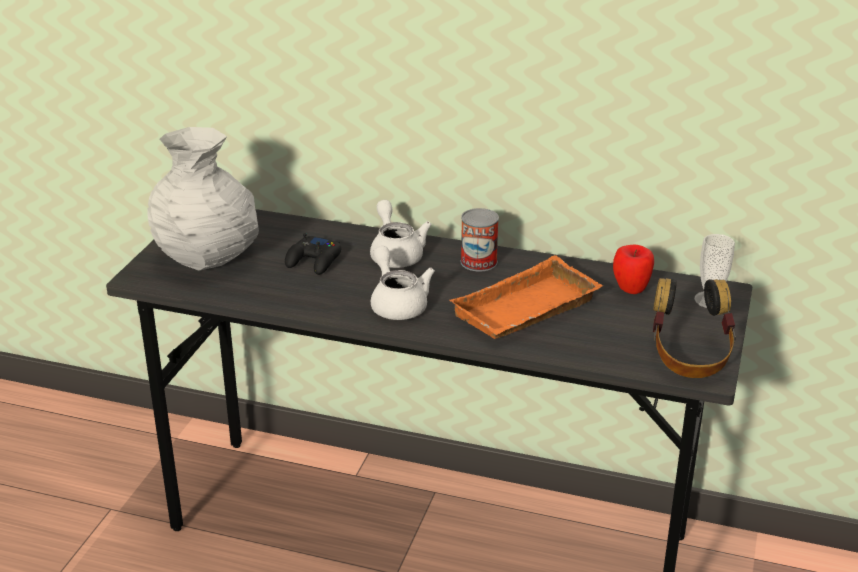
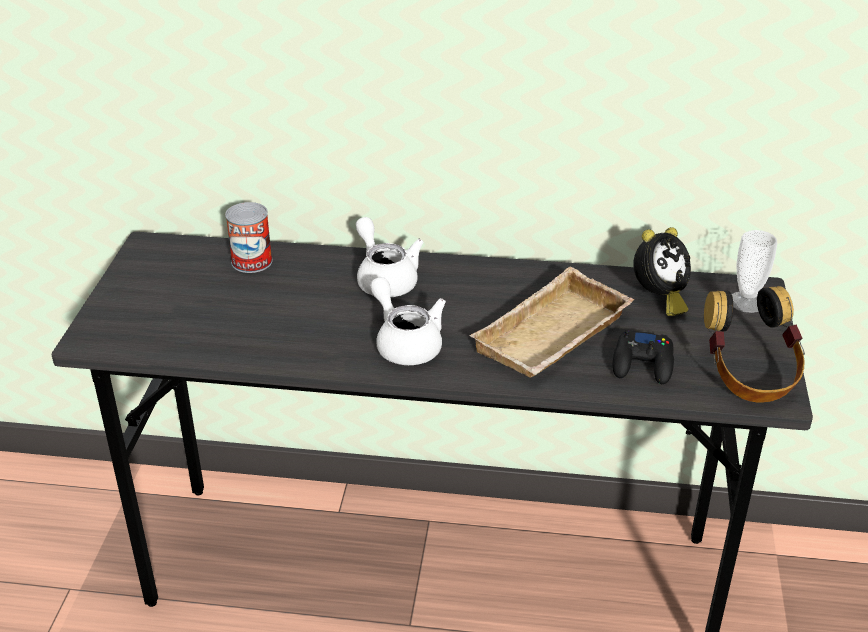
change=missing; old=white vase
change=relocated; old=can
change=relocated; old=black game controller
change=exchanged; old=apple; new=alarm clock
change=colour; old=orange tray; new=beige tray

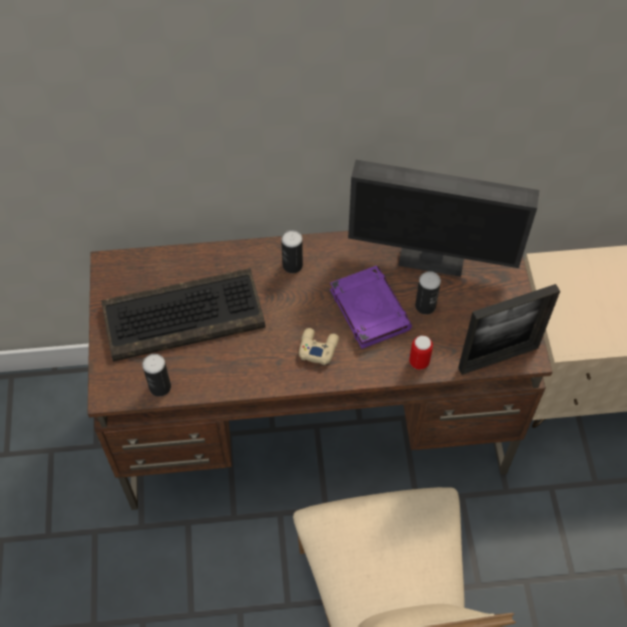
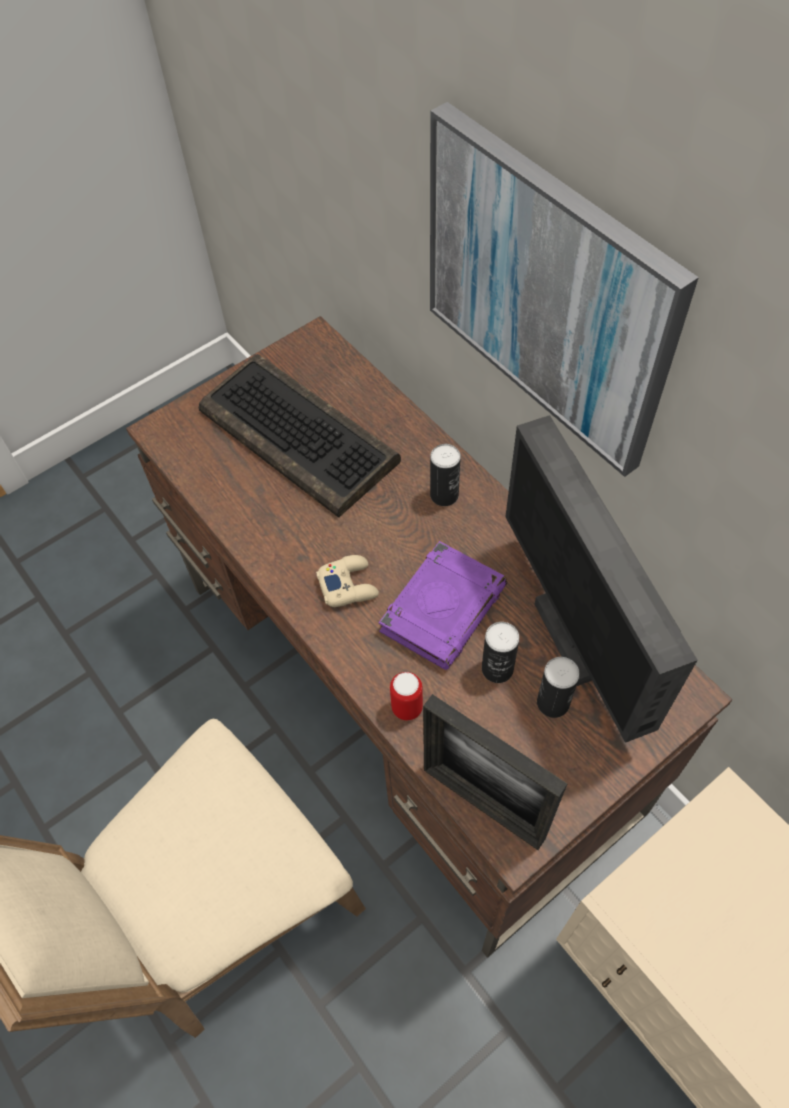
change=relocated; old=can (no. 1 from left in the first image); new=can (no. 4 from left)
change=appeared; new=picture

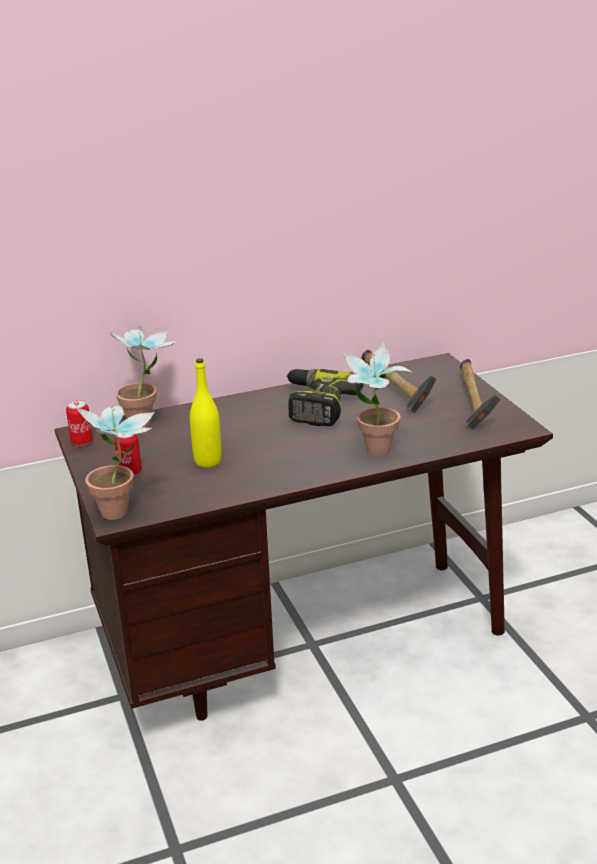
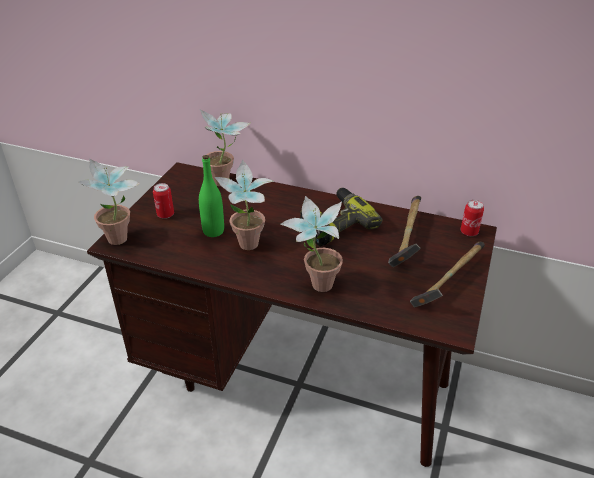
change=colour; old=yellow bottle; new=green bottle
change=relocated; old=can (no. 1 from left in the first image); new=can (no. 2 from left)
change=appeared; new=potted plant (no. 3 from left)

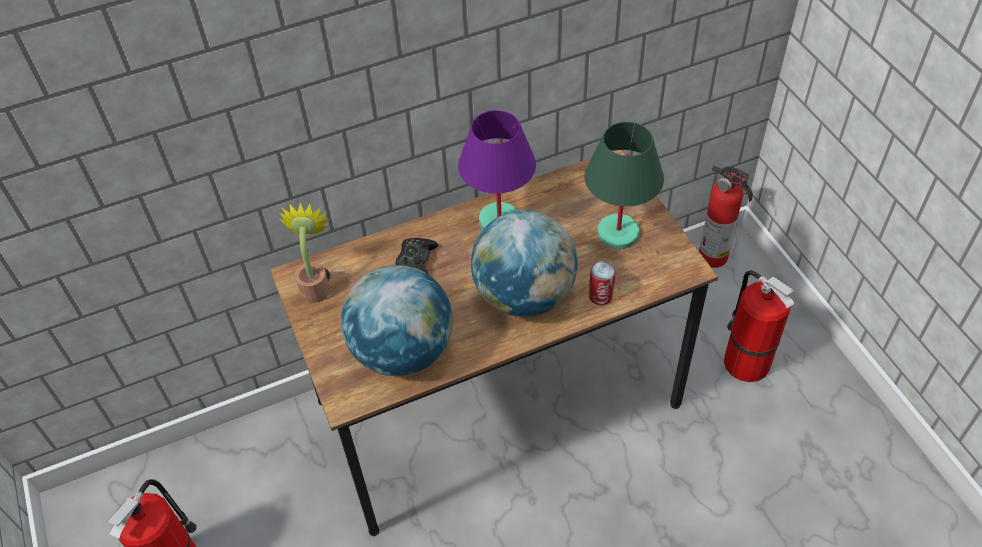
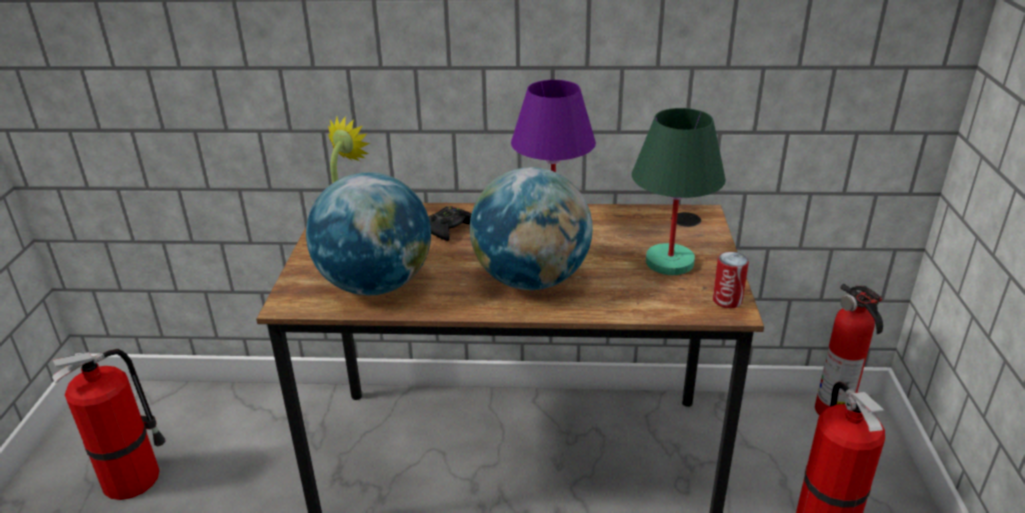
change=relocated; old=can

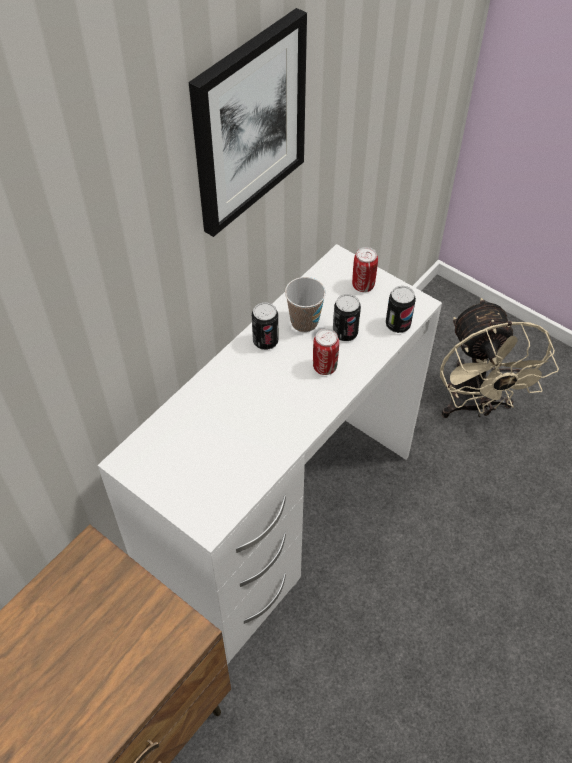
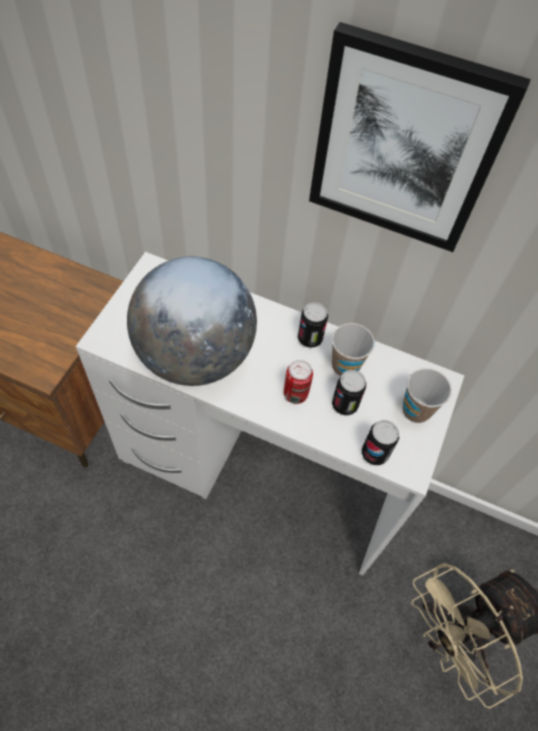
change=exchanged; old=can (no. 4 from left); new=cup (no. 2 from left)
change=appeared; new=globe

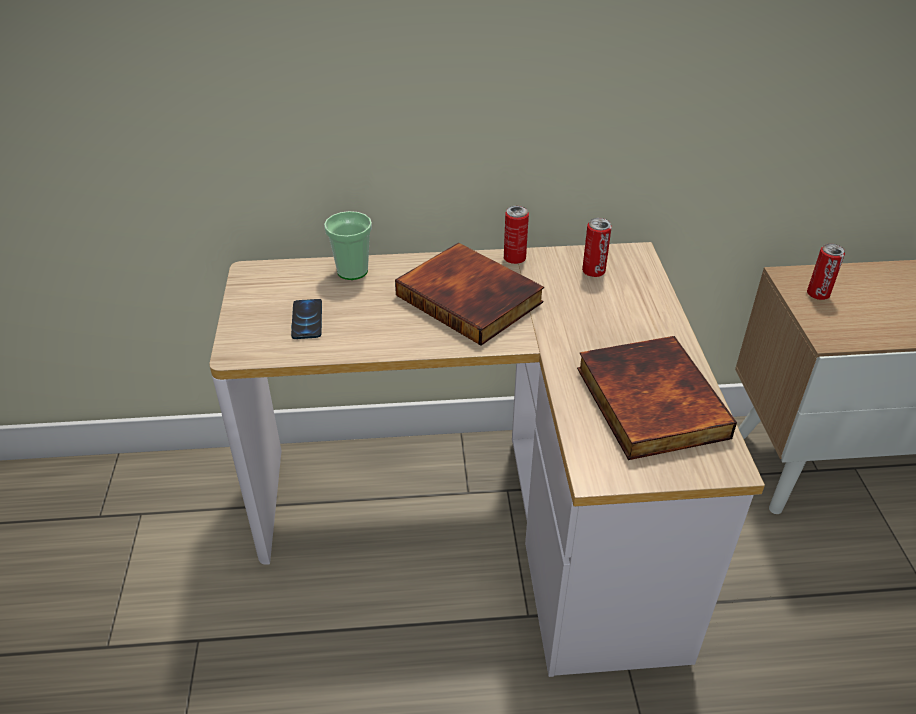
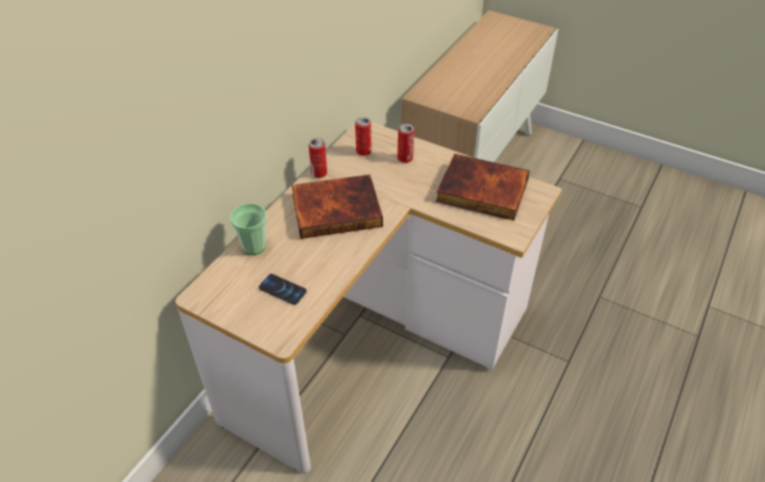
change=relocated; old=can (no. 3 from left)

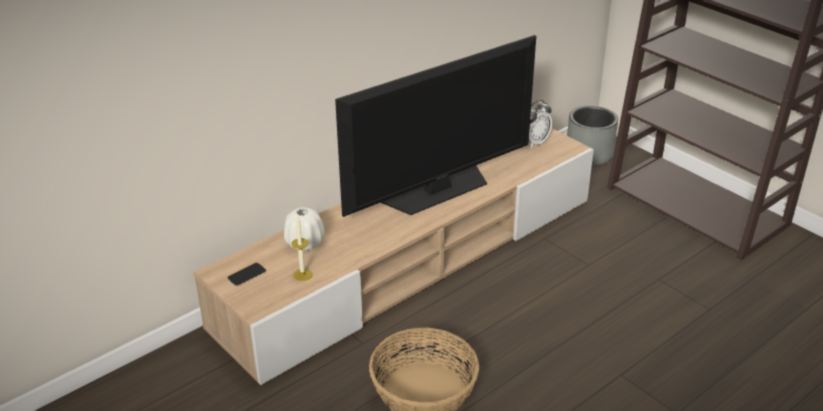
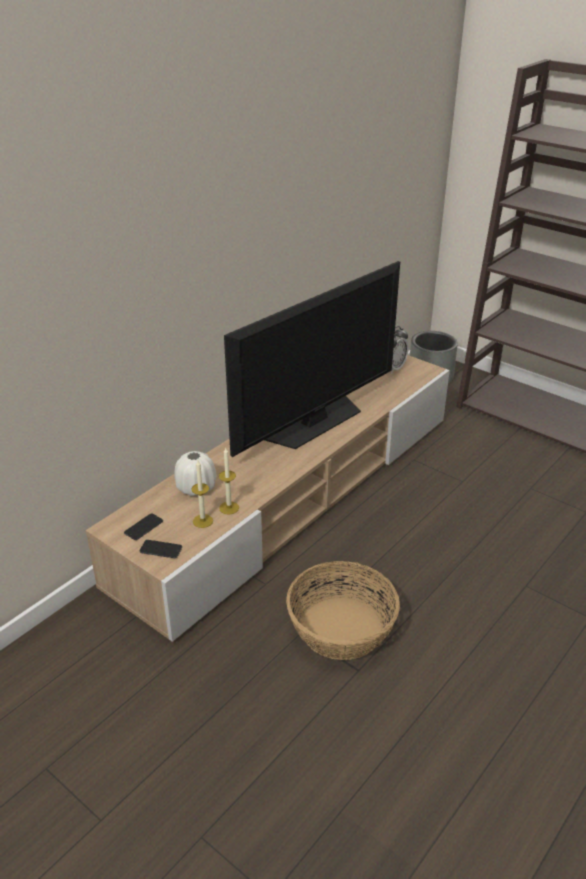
change=appeared; new=candle (no. 2 from left)
change=appeared; new=phone (no. 2 from left)

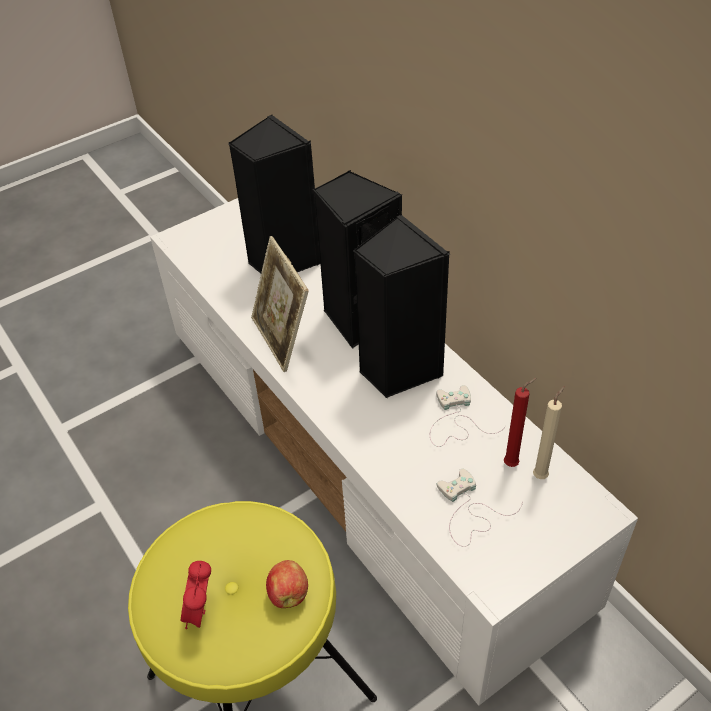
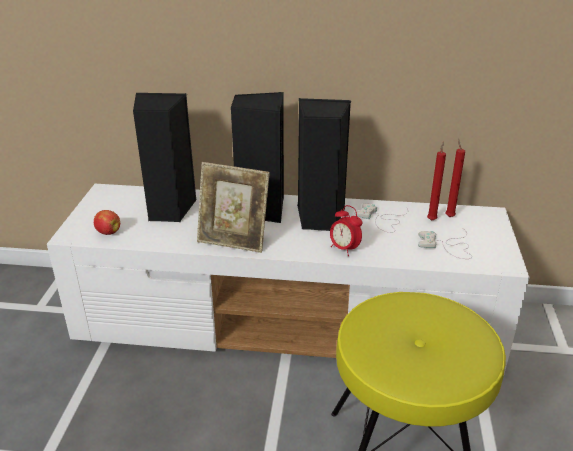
change=colour; old=beige candle; new=red candle (no. 2 from left)
change=relocated; old=apple
change=relocated; old=alarm clock

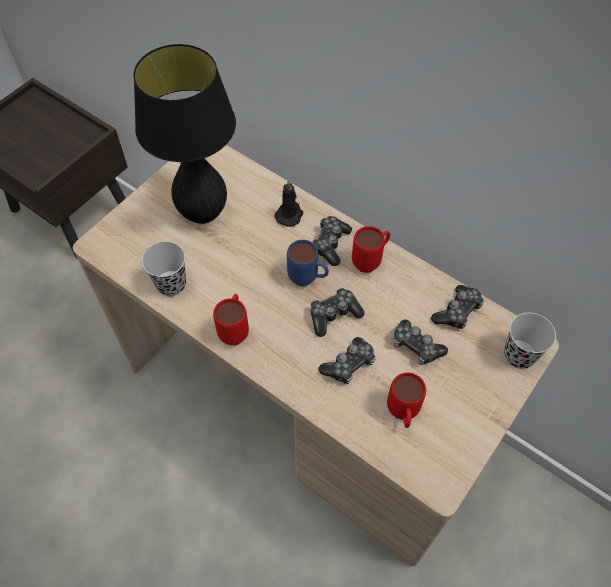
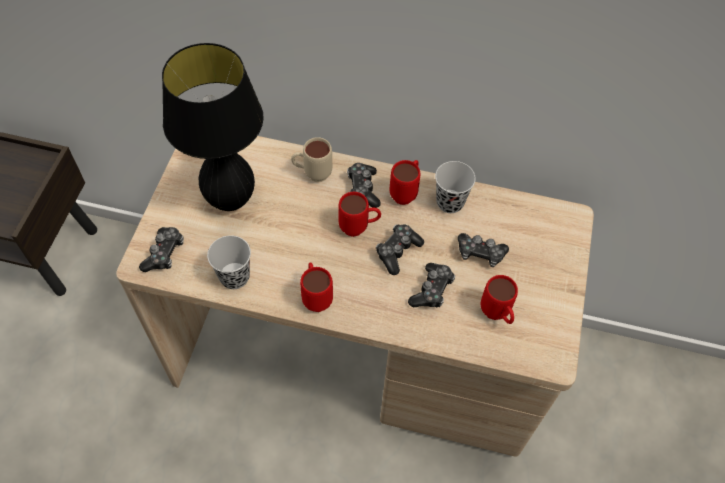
change=exchanged; old=black candle; new=beige mug
change=colour; old=blue mug; new=red mug (no. 2 from left)
change=relocated; old=game controller (no. 5 from left in the first image); new=game controller (no. 1 from left)
change=relocated; old=black cup (no. 2 from left)

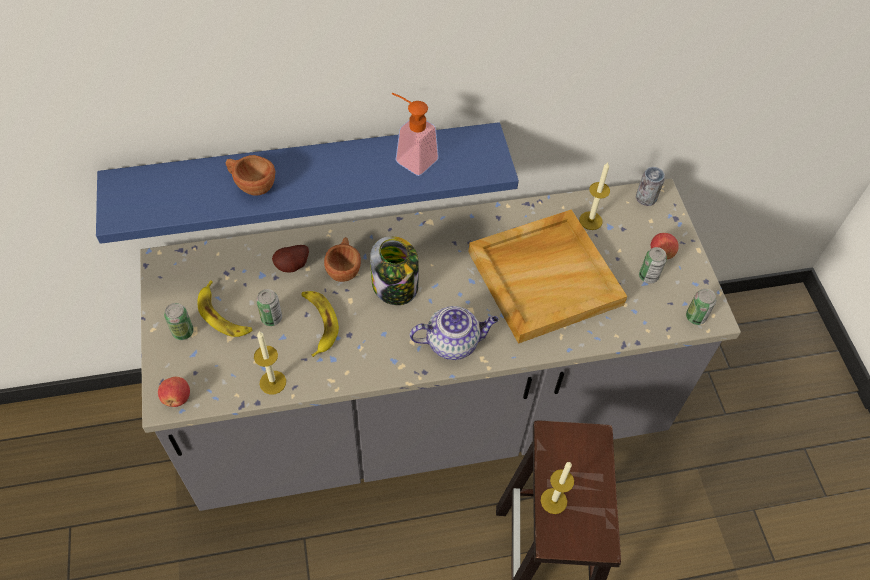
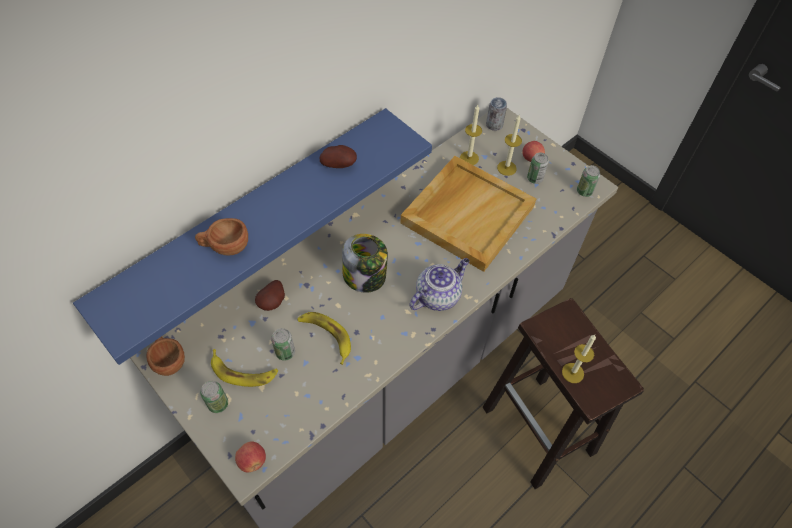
change=exchanged; old=soap dispenser; new=potato (no. 2 from left)
change=relocated; old=brown cup (no. 2 from left in the first image); new=brown cup (no. 1 from left)
change=relocated; old=candle (no. 1 from left in the first image); new=candle (no. 2 from left)

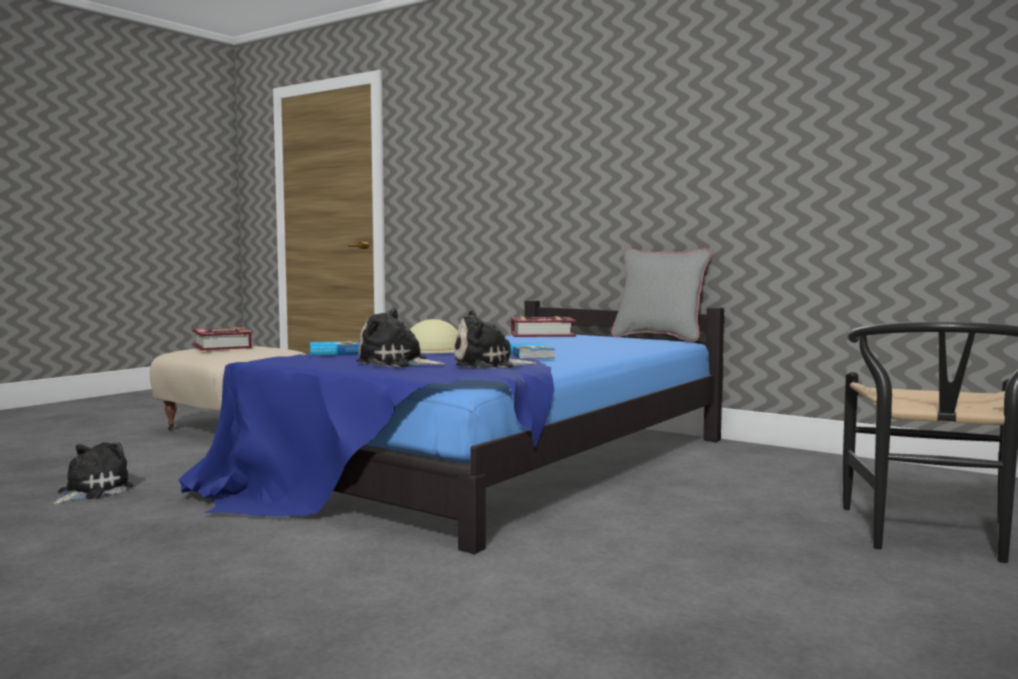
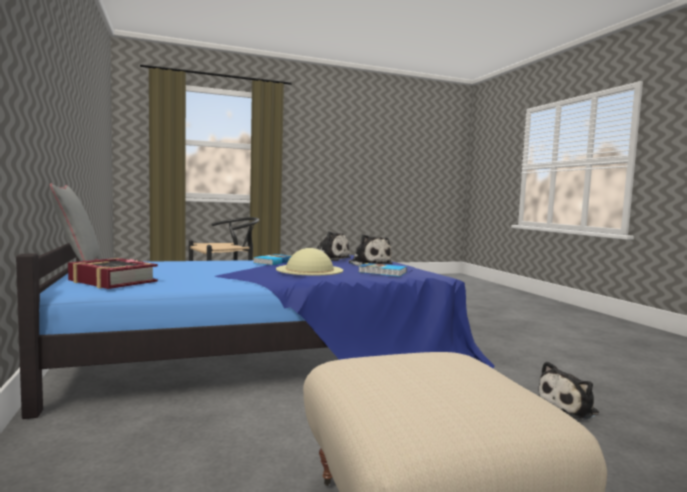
change=missing; old=book (no. 1 from left)

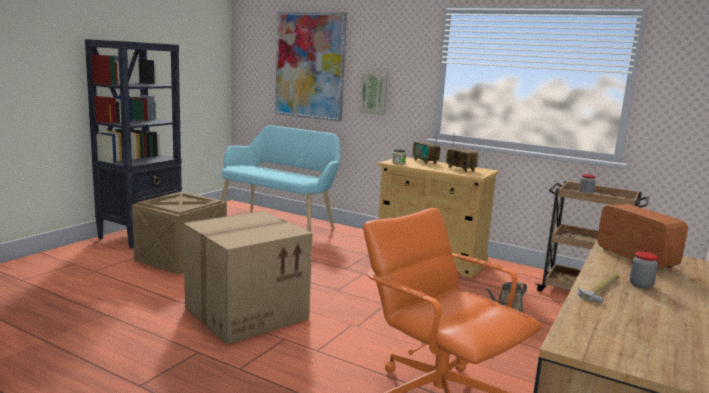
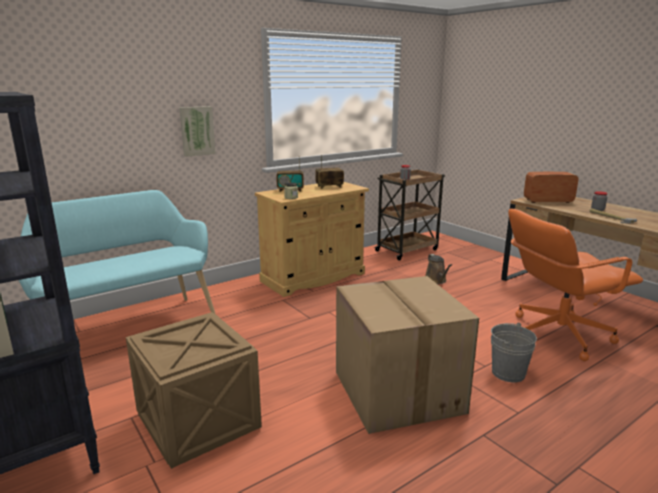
change=missing; old=picture (no. 1 from left)
change=appeared; new=grey bucket

